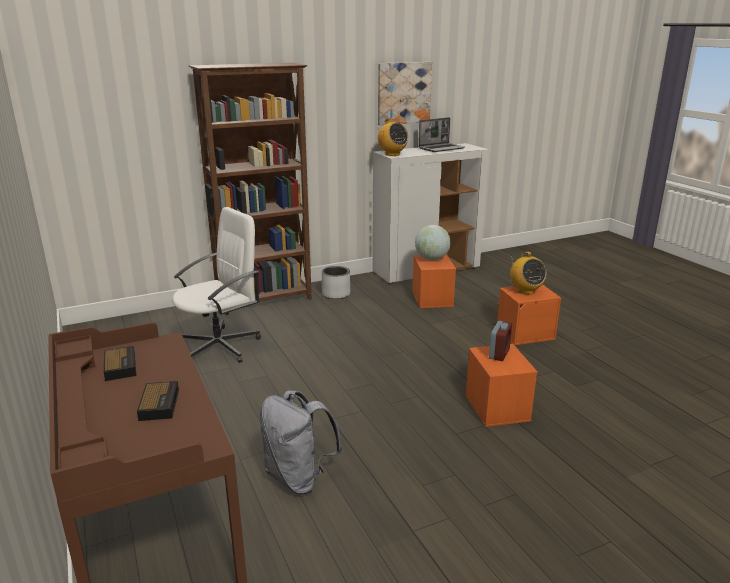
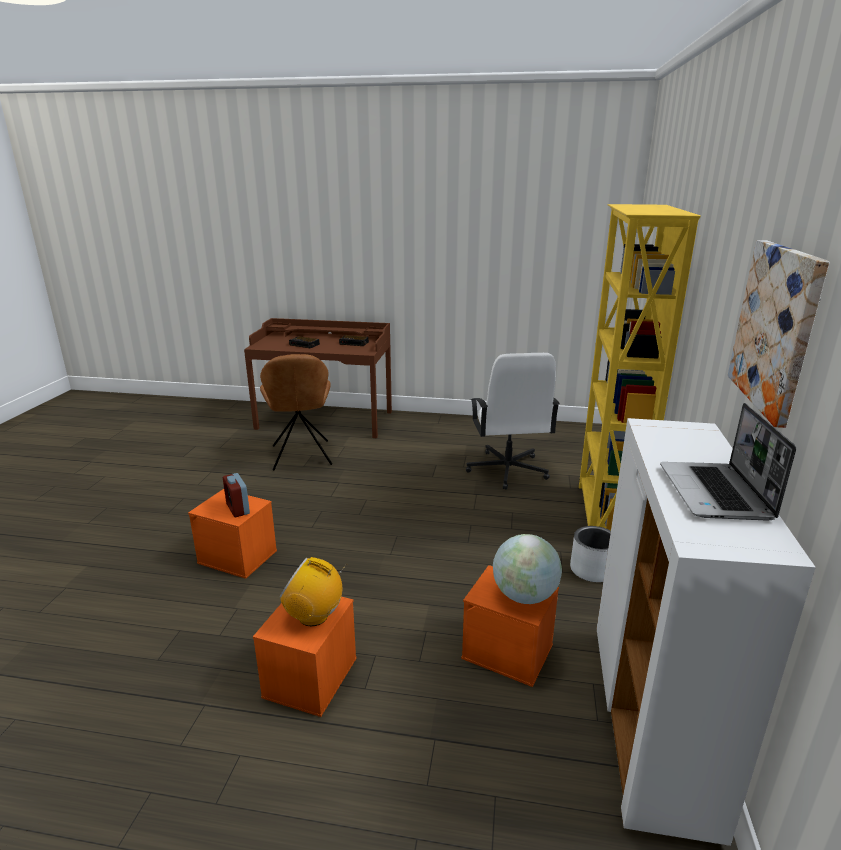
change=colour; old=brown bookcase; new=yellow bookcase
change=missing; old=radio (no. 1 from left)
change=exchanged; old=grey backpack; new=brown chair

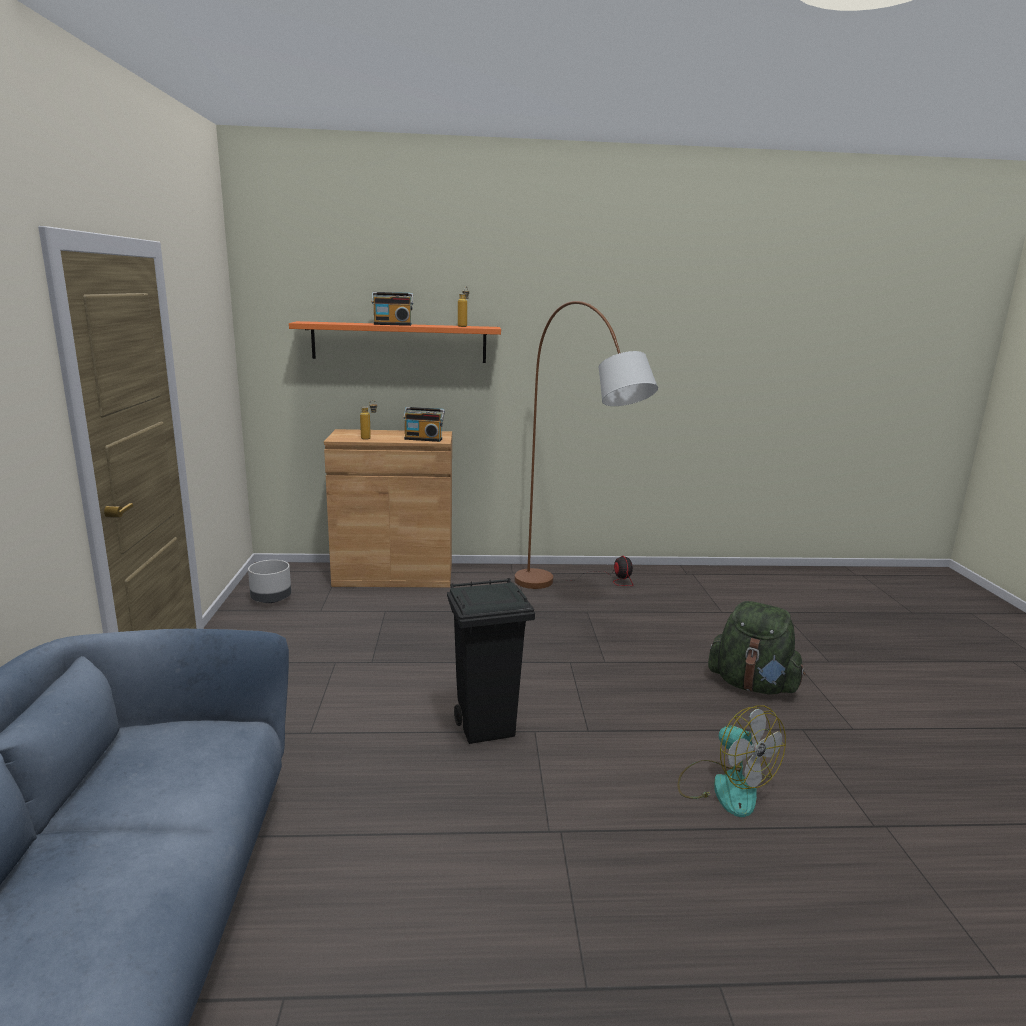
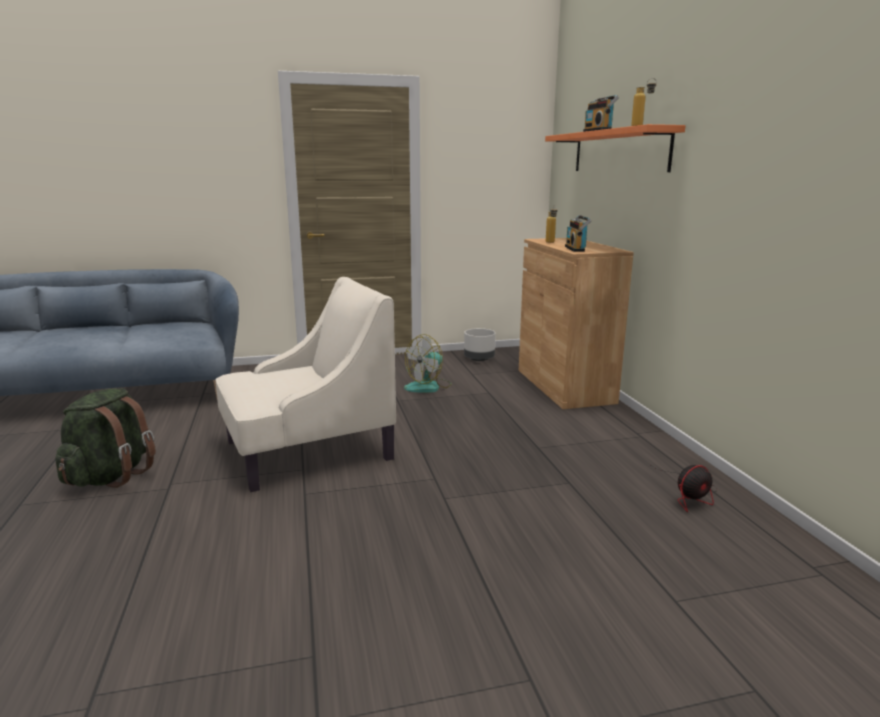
change=missing; old=brown floor lamp
change=exchanged; old=black trash can; new=beige armchair
change=relocated; old=green backpack
change=relocated; old=fan (no. 2 from left in the first image); new=fan (no. 1 from left)

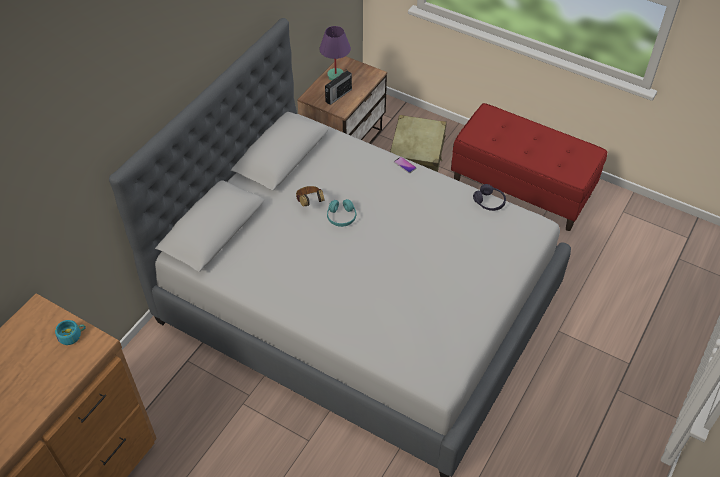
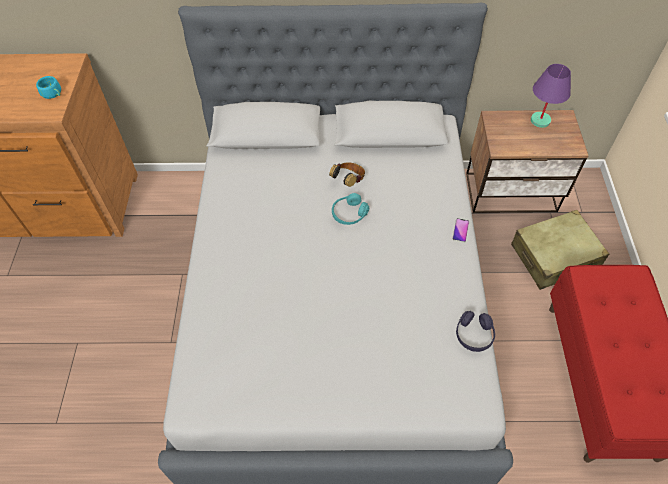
change=missing; old=radio

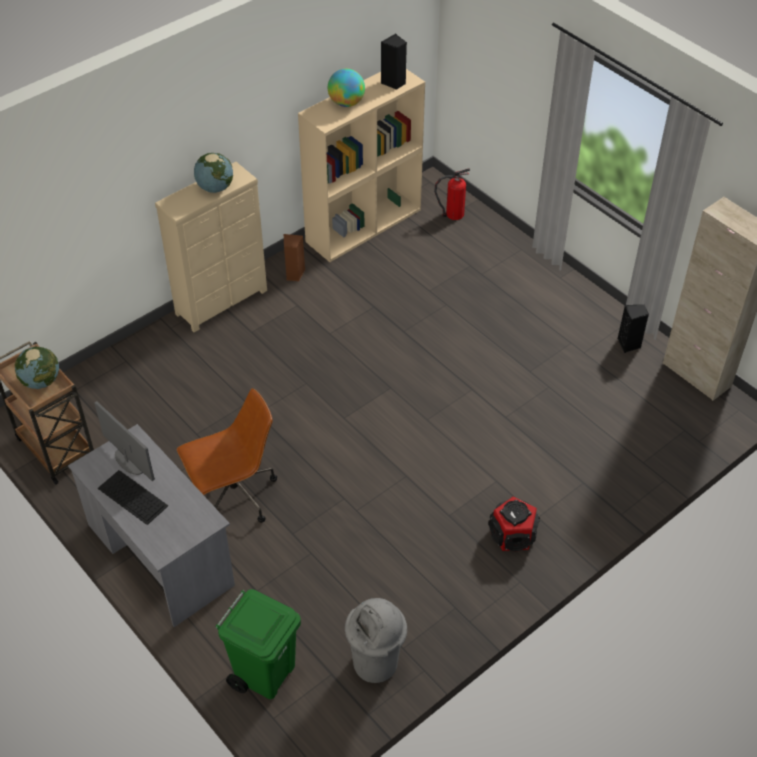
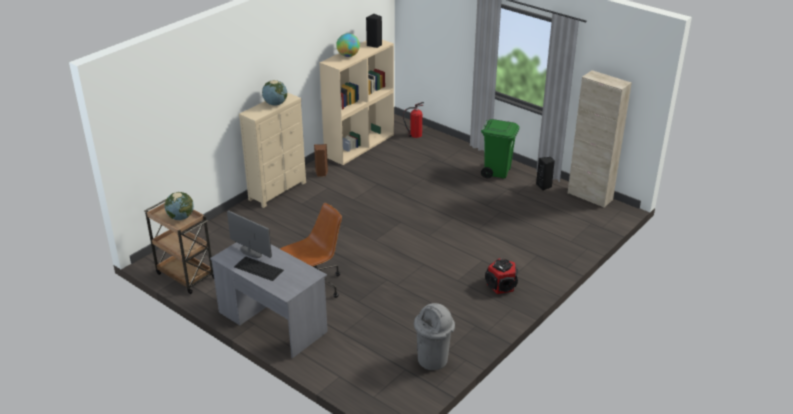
change=relocated; old=green trash can

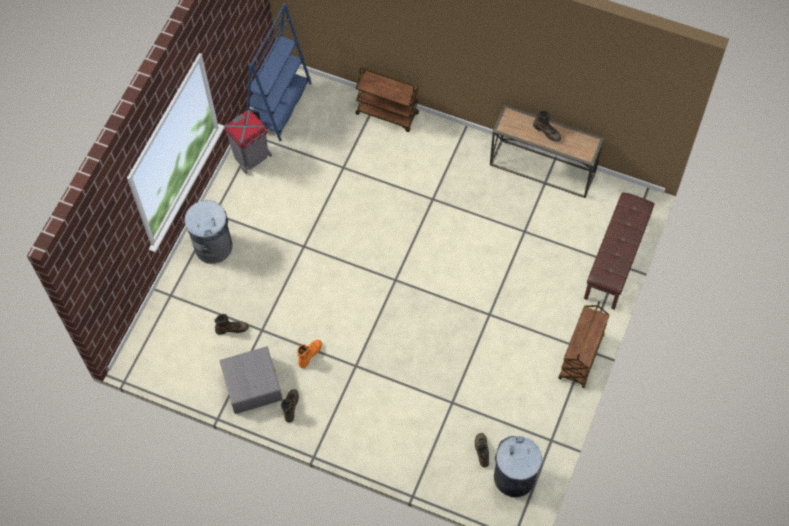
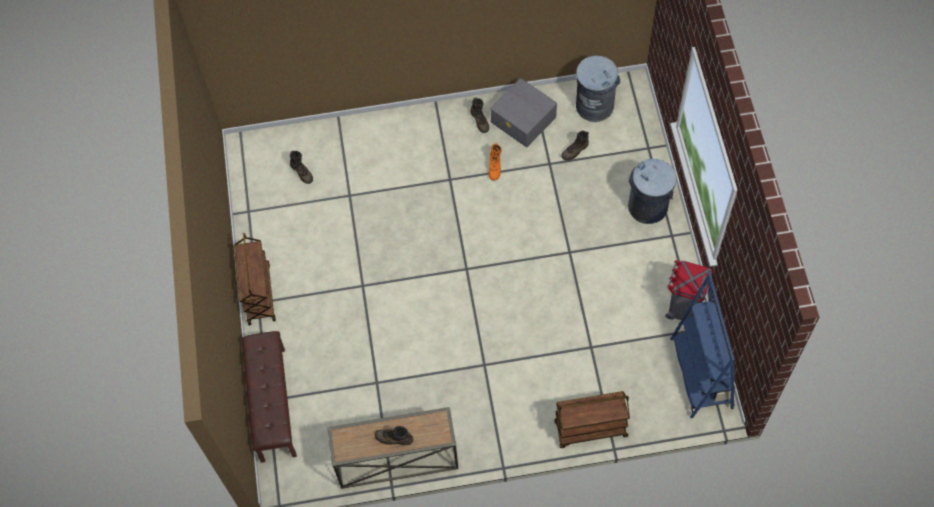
change=relocated; old=grey trash can (no. 3 from left in the first image); new=grey trash can (no. 1 from left)

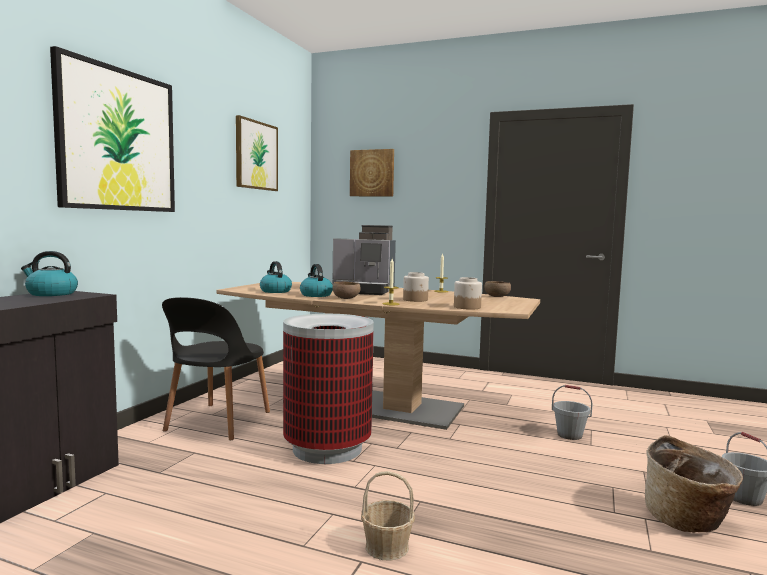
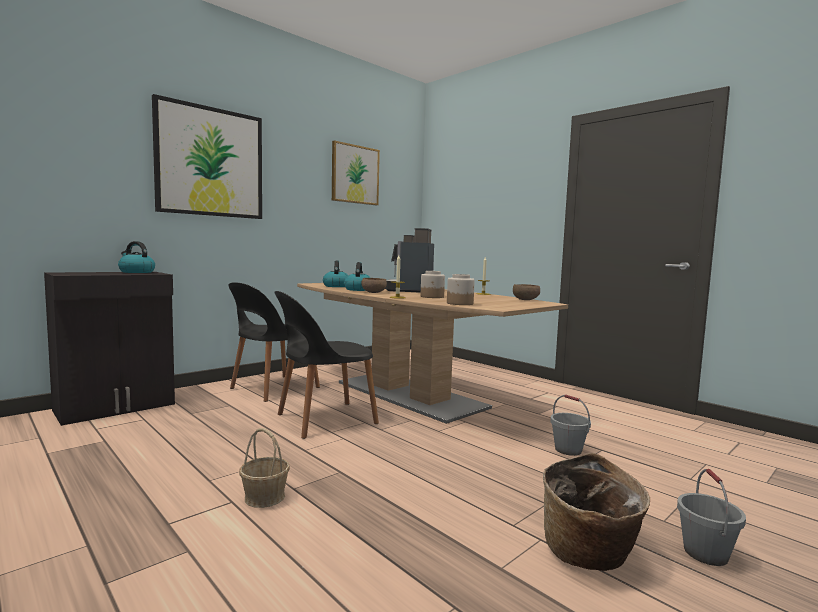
change=missing; old=picture (no. 3 from left)
change=spun; old=coffee machine; degrees=60
change=exchanged; old=trash can; new=black chair (no. 2 from left)

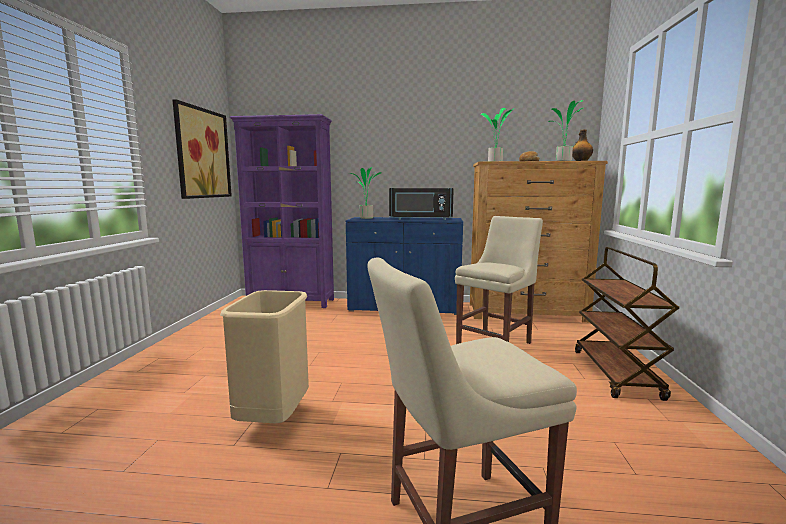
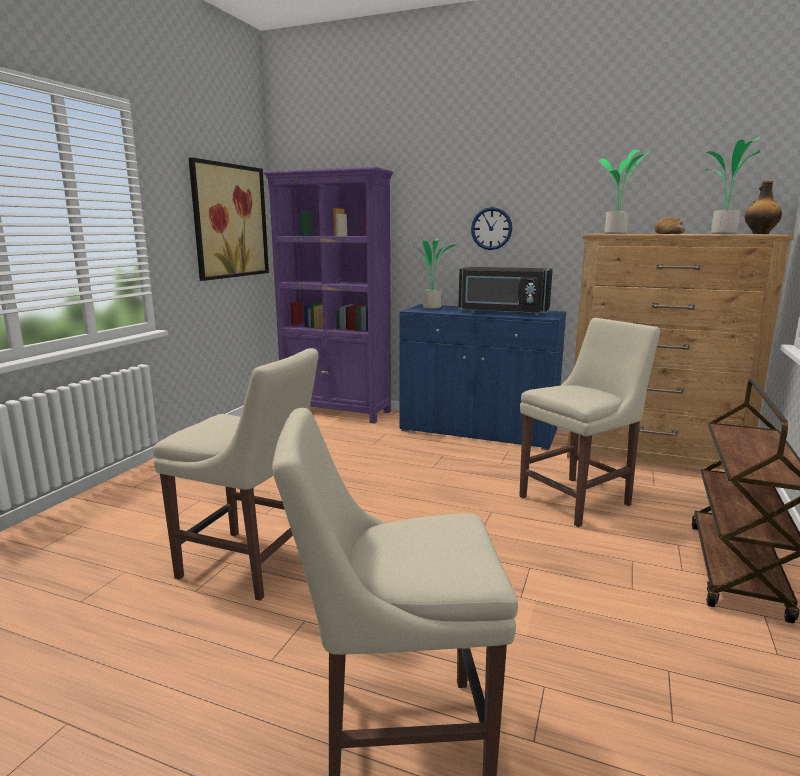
change=exchanged; old=beige trash can; new=beige chair (no. 1 from left)
change=appeared; new=wall clock

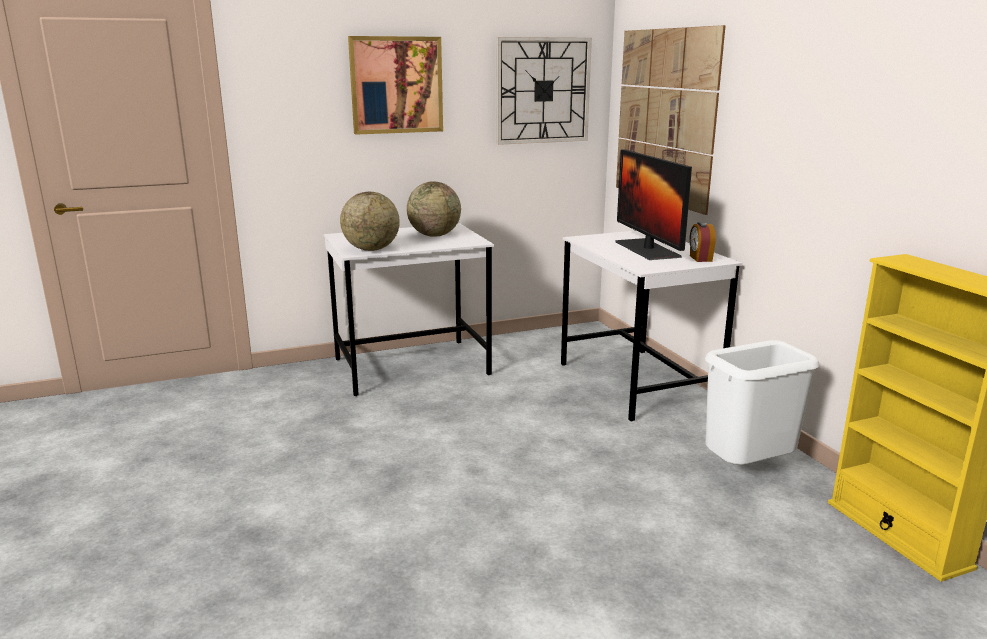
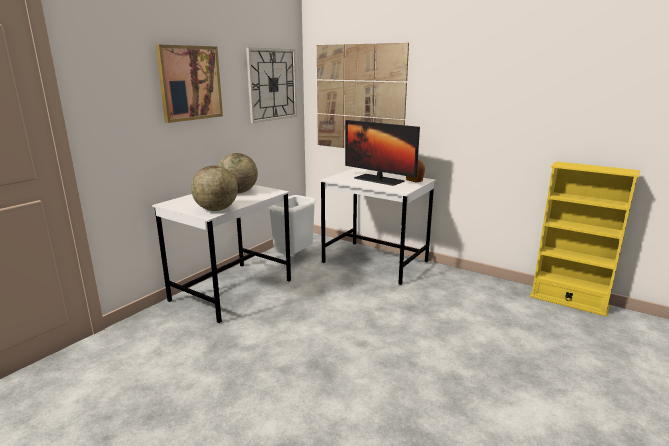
change=relocated; old=white trash can

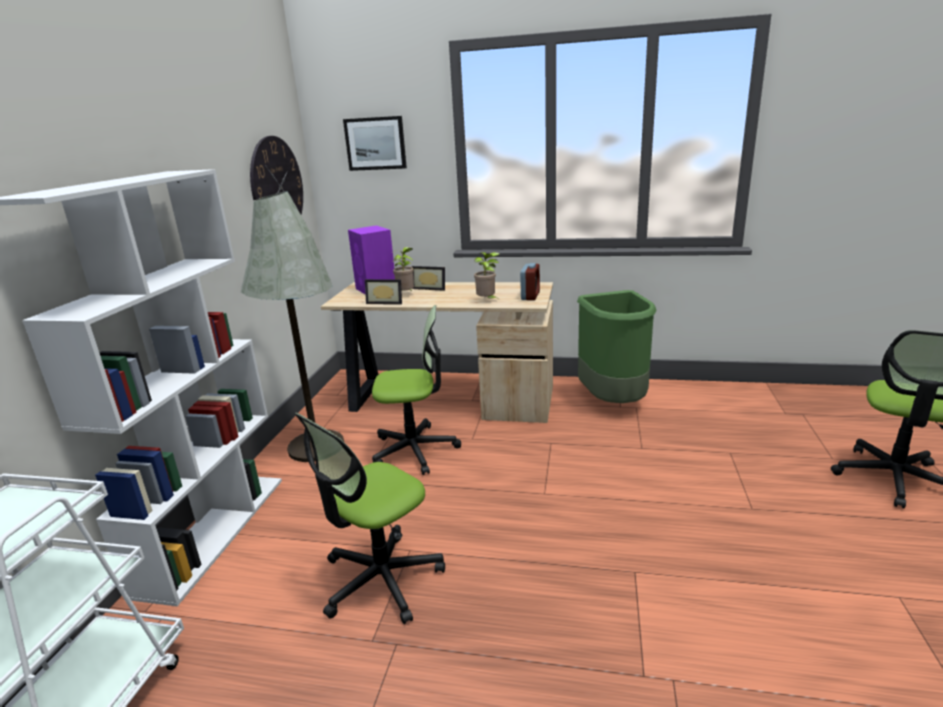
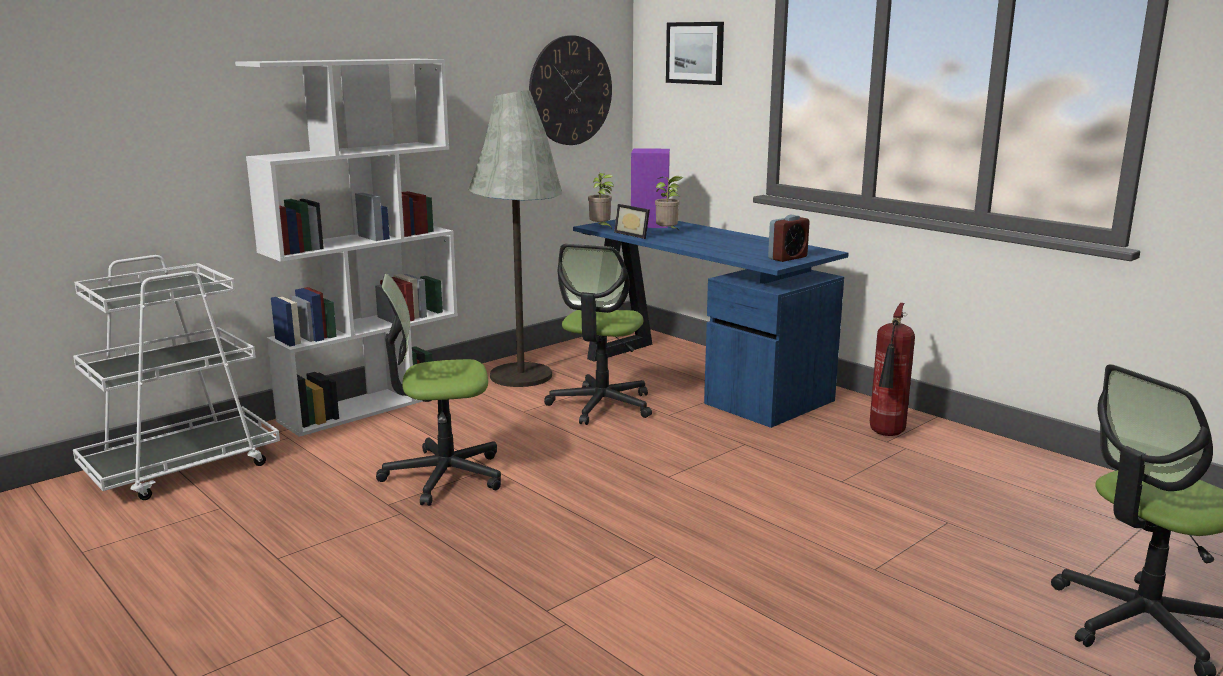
change=relocated; old=potted plant (no. 2 from left in the first image); new=potted plant (no. 1 from left)
change=missing; old=picture frame (no. 2 from left)
change=colour; old=beige desk; new=blue desk
change=exchanged; old=green trash can; new=fire extinguisher
change=spun; old=office chair (no. 2 from left); degrees=75

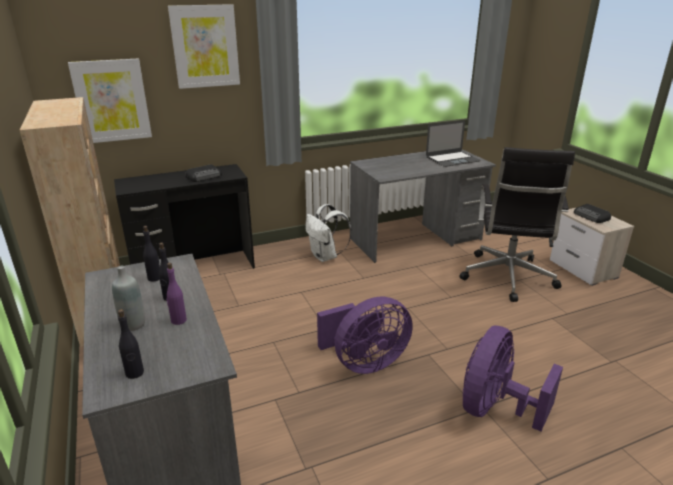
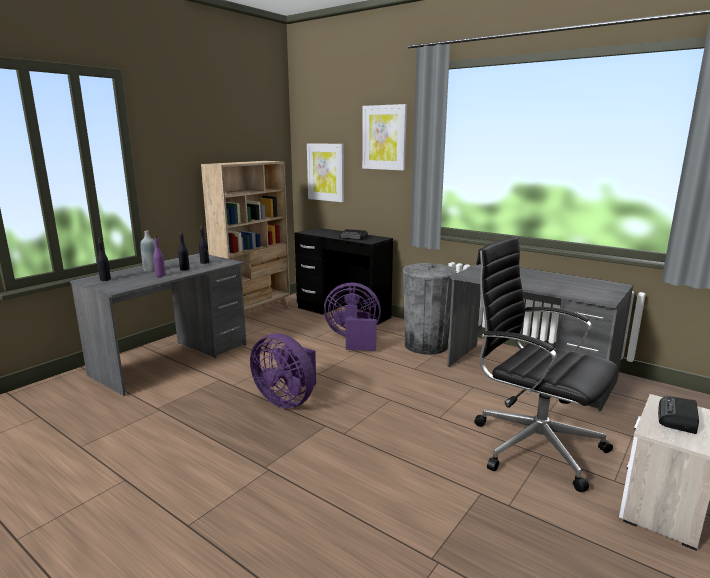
change=missing; old=laptop
change=spun; old=black office chair; degrees=60
change=exchanged; old=white backpack; new=grey trash can
change=relocated; old=purple fan (no. 2 from left)

